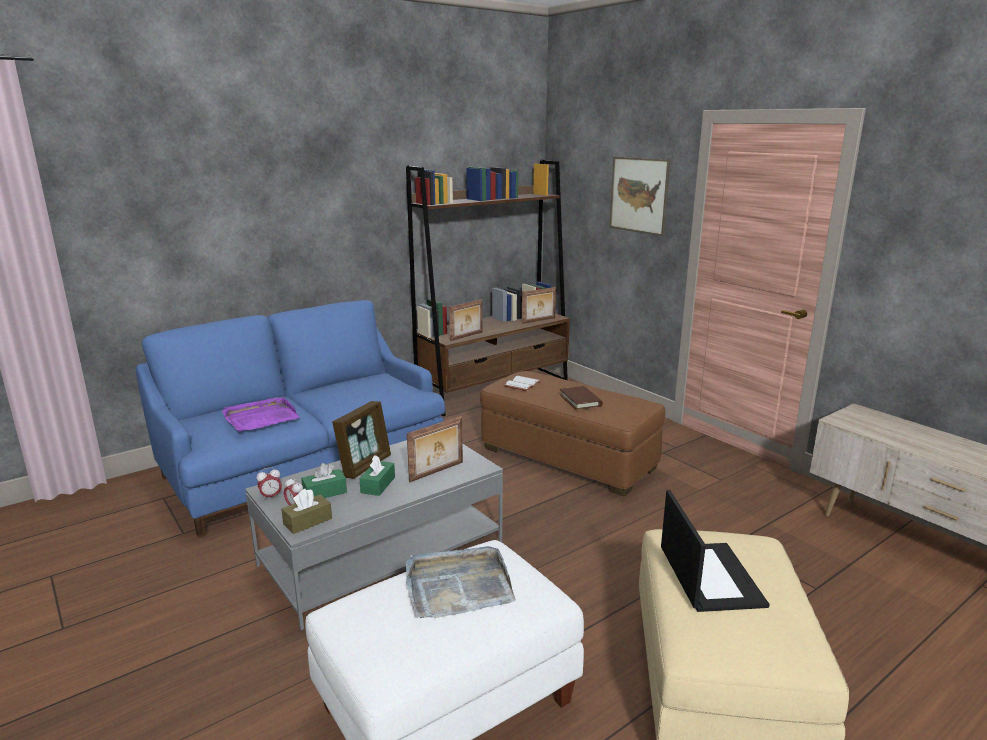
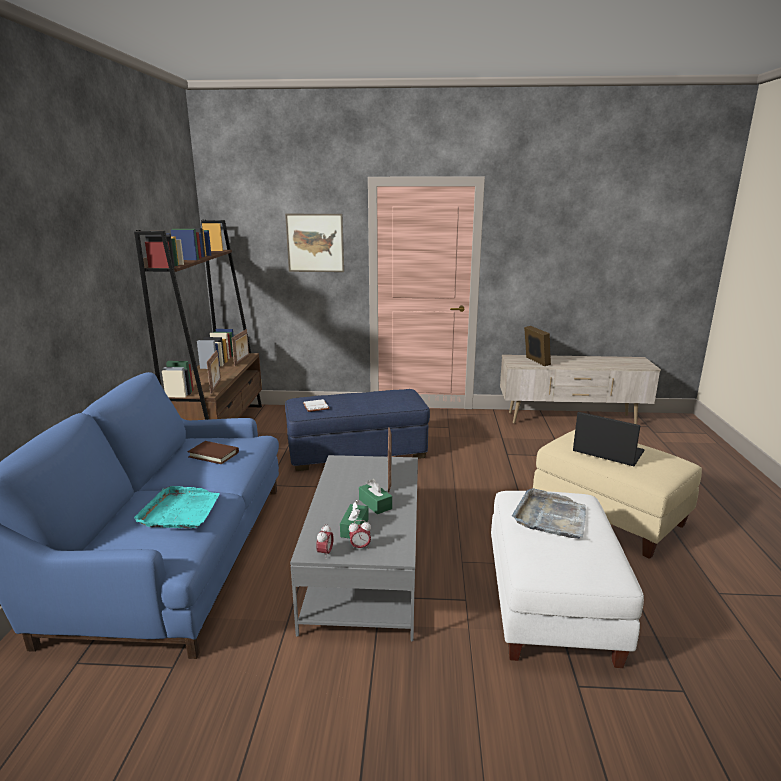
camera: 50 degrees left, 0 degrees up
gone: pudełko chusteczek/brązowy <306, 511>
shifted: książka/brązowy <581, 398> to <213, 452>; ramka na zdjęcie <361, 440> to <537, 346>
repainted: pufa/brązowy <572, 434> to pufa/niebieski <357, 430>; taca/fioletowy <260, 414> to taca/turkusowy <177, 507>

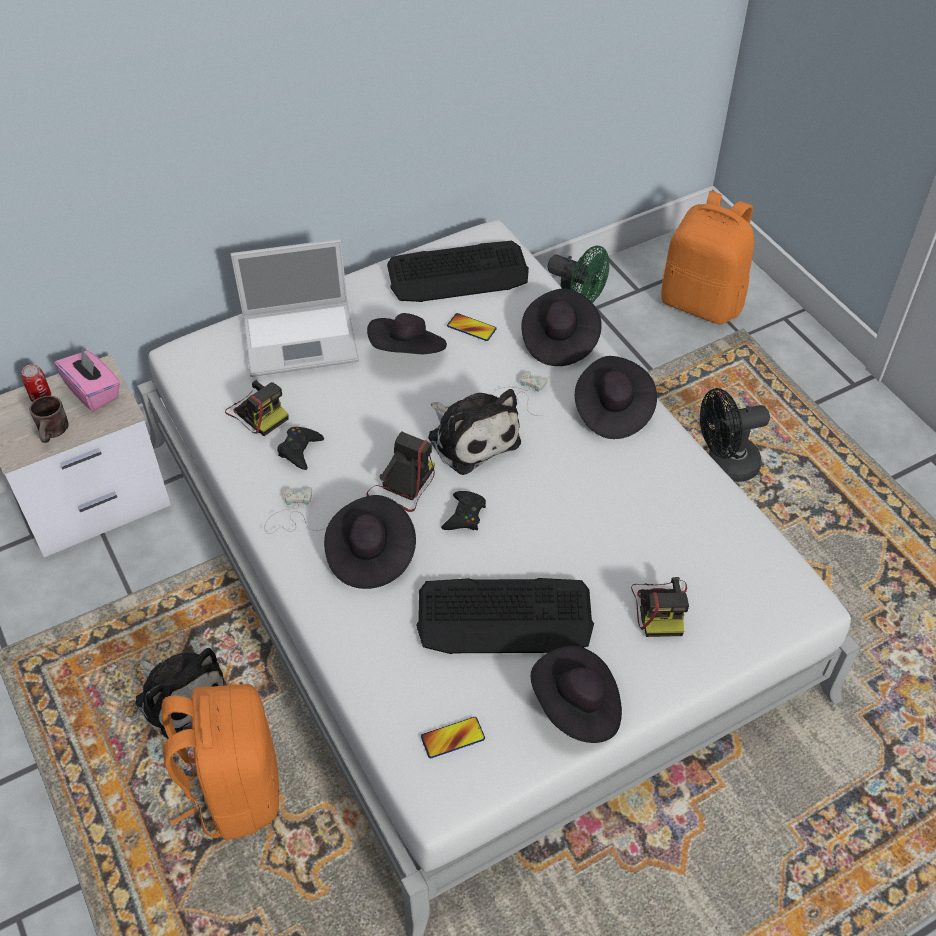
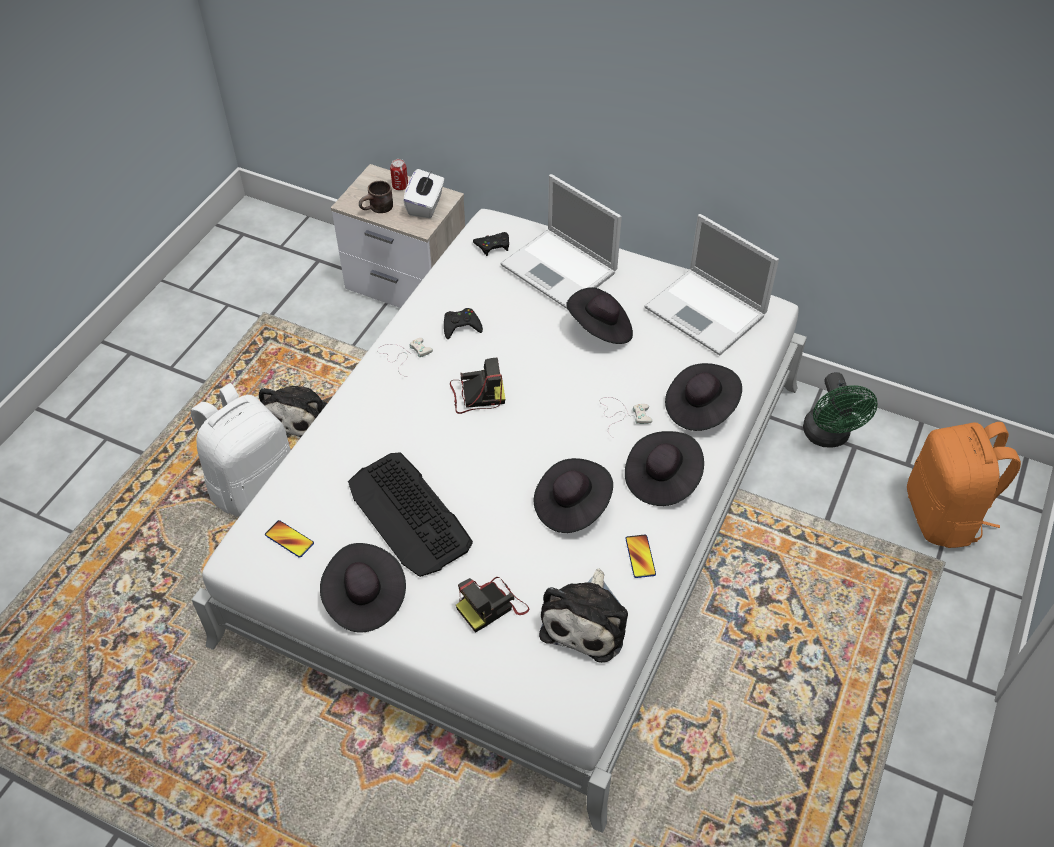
camera: 55 degrees right, 0 degrees up
gone: aparat fotograficzny <256, 408>; wentylator/czarny <735, 435>
shifted: telefon <472, 327> to <640, 556>; pluszak <474, 432> to <583, 615>; pad do gier/czarny <463, 510> to <491, 244>; kapelusz/czarny <370, 542> to <573, 495>
swapped: klawiatura <458, 271> to laptop <712, 284>
repainted: pudełko chusteczek/różowy <87, 380> to pudełko chusteczek/biały <423, 193>; plecak/pomarańczowy <221, 762> to plecak/biały <240, 450>

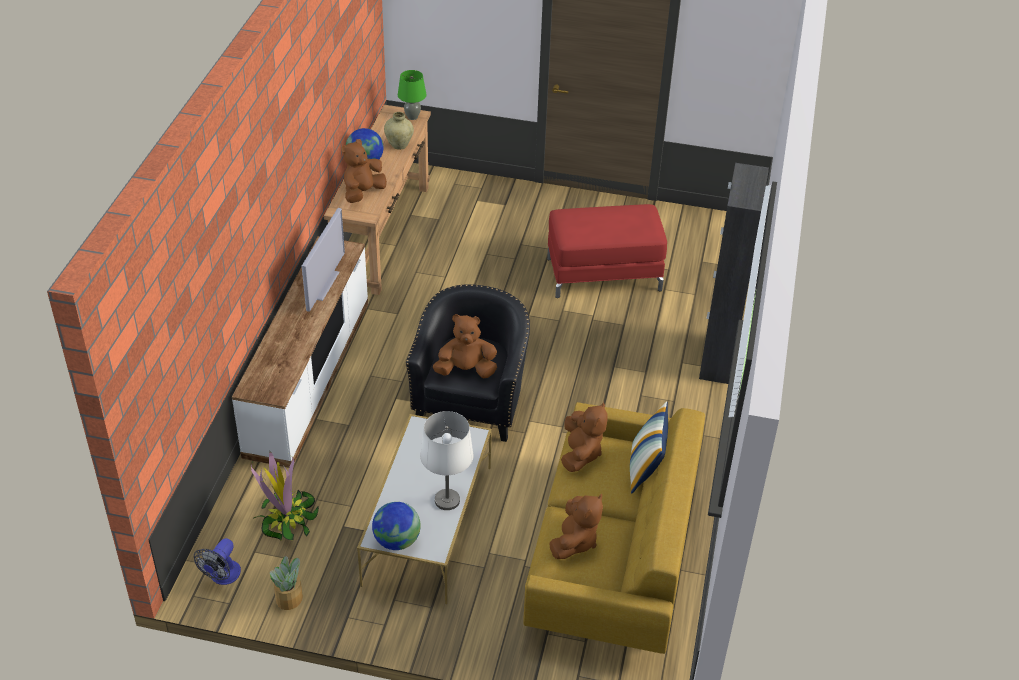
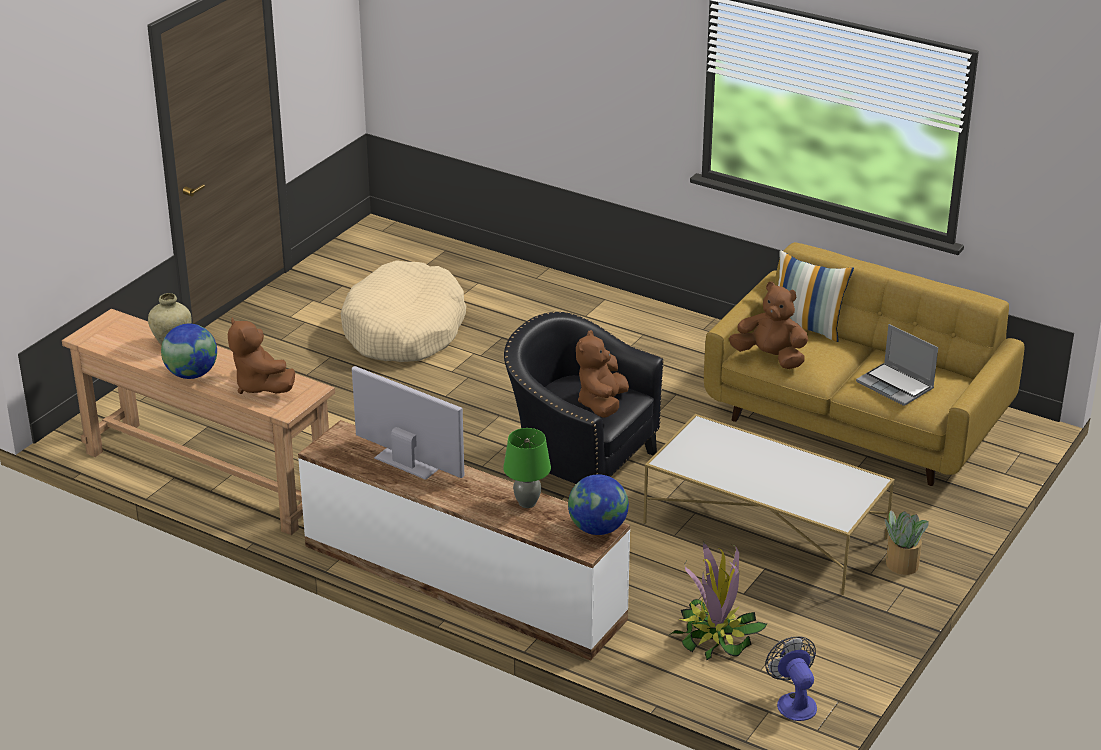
camera: 70 degrees left, 10 degrees down
gone: szafka/czarny <734, 273>; lampa stołowa/biały <447, 460>
shifted: lampa stołowa/zielony <412, 95> to <527, 468>; globus <396, 526> to <598, 504>; roślina doniczkowa <286, 583> to <907, 542>
swapped: pufa/czerwony <607, 251> to legowisko/beżowy <403, 311>; pluszak/brązowy <576, 526> to laptop <897, 365>
rotated: wentylator <217, 561> = <791, 678> 150 degrees counterclockwise

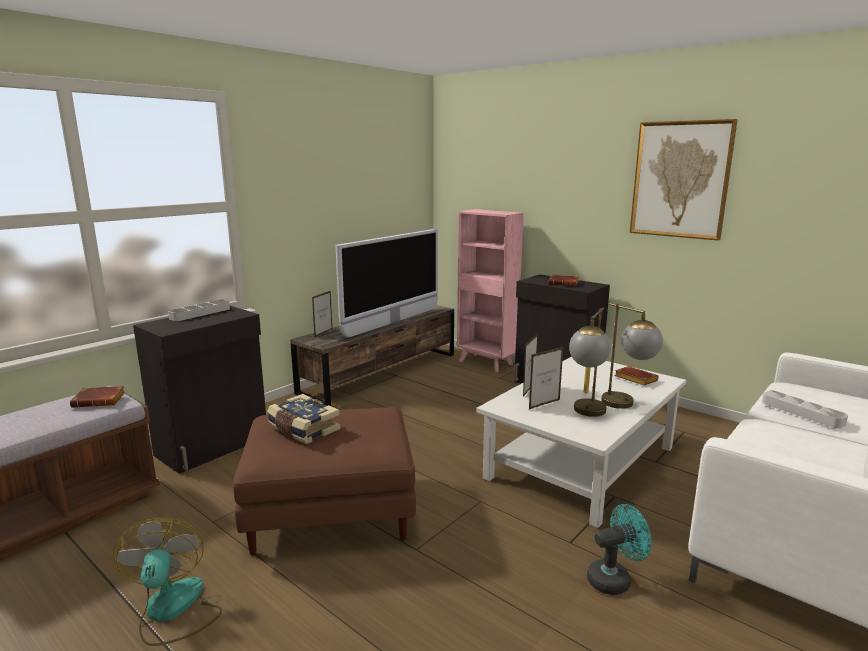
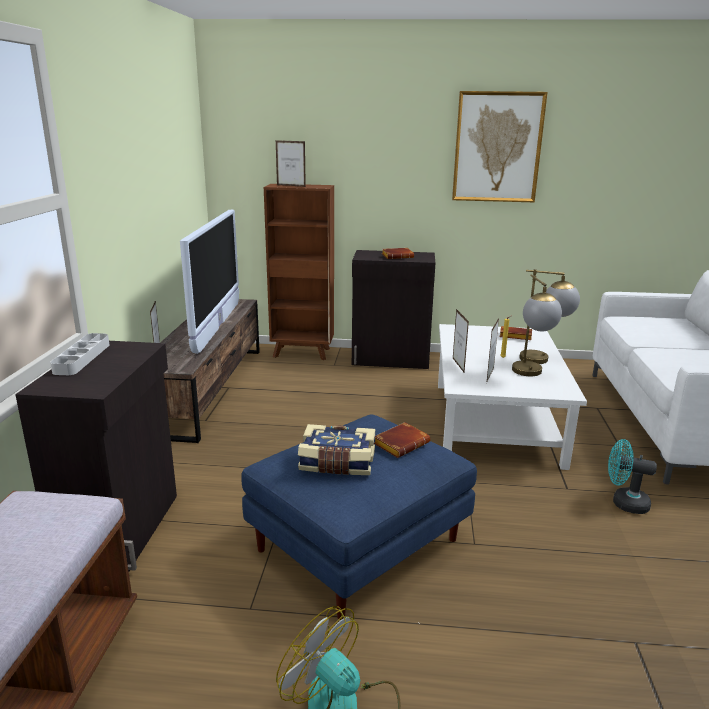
camera: 35 degrees left, 5 degrees up
gone: taca/szary <805, 409>
new: ramka na zdjęcie <291, 163>
shifted: książka/brązowy <97, 397> to <402, 440>
repainted: regał/różowy <490, 290> to regał/brązowy <299, 272>; pufa/brązowy <324, 481> to pufa/niebieski <359, 517>
rotated: wentylator/turkusowy <619, 549> = <632, 476> 105 degrees counterclockwise

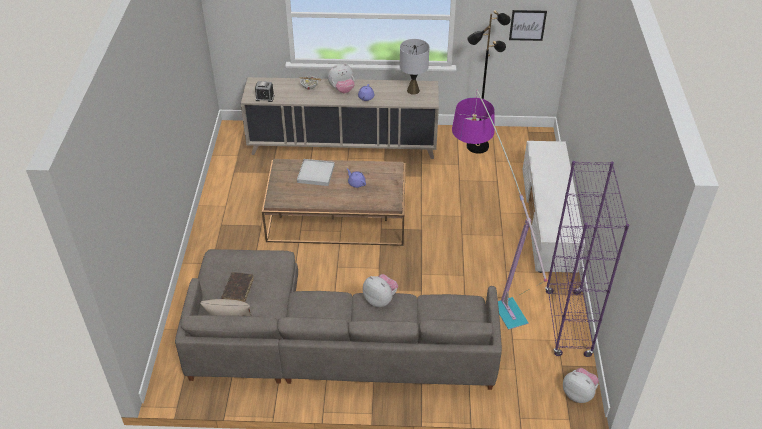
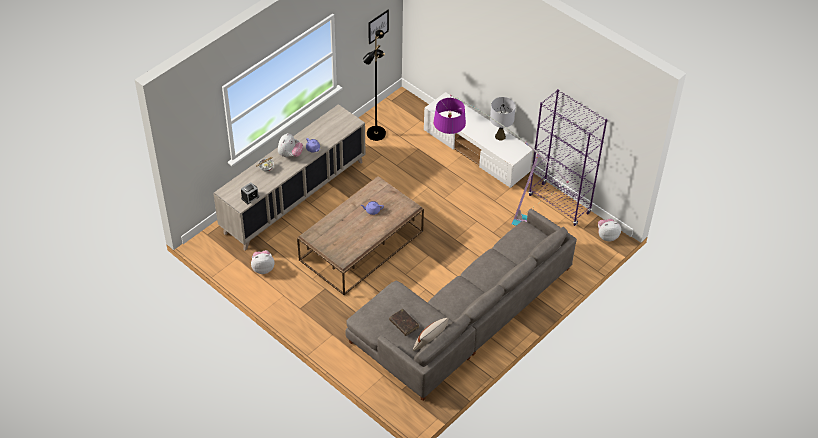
camera: 50 degrees left, 5 degrees up
gone: taca/biały <316, 172>
shifted: lampa stołowa/szary <414, 67> to <503, 118>; pluszak <380, 290> to <262, 262>

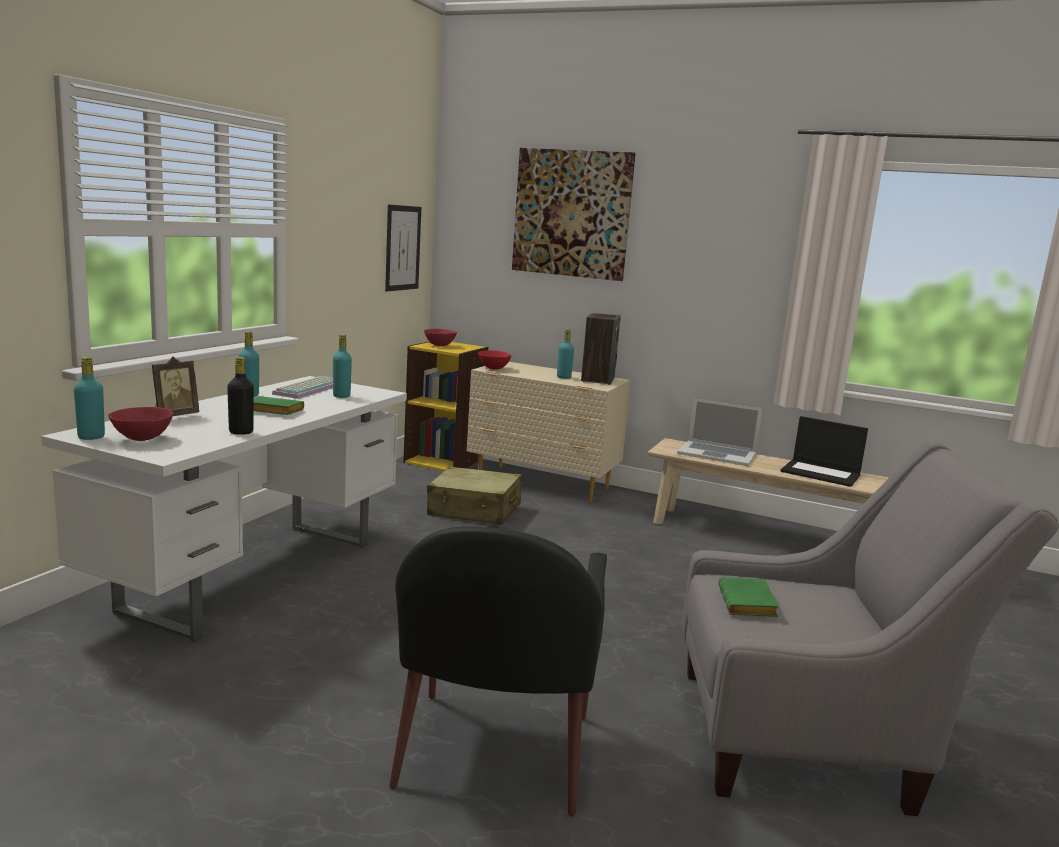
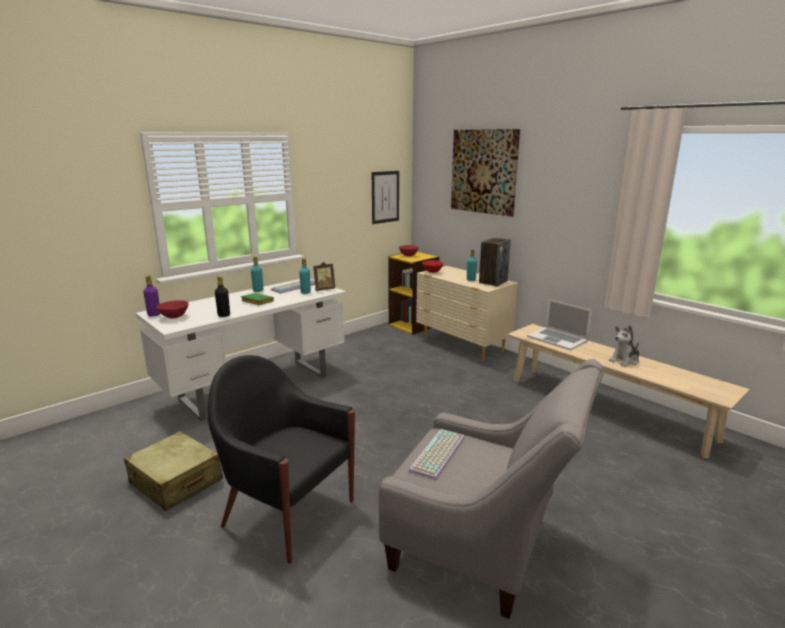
camera: 25 degrees right, 5 degrees up
shifted: ramka na zdjęcie <175, 386> to <324, 276>; walizka/beżowy <474, 495> to <173, 471>
swapped: laptop <824, 451> to pluszak <624, 346>; książka/zielony <748, 597> to klawiatura <437, 454>
repainted: butelka/turkusowy <89, 398> to butelka/fioletowy <152, 296>
rotated: fotel/czarny <498, 671> = <281, 459> 90 degrees clockwise

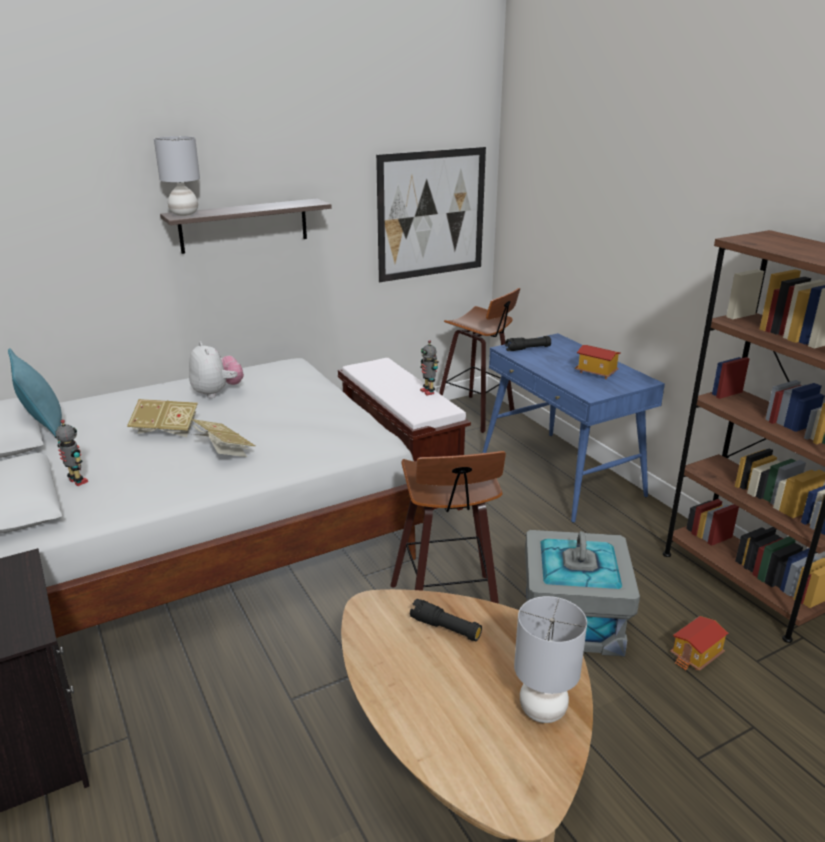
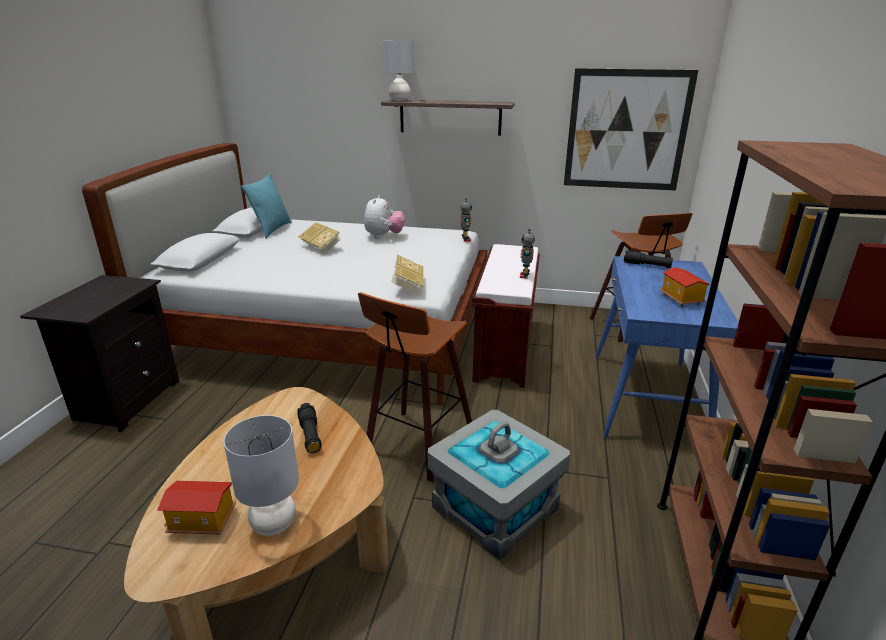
camera: 40 degrees right, 0 degrees up
shifted: robot zabawkowy <71, 452> to <466, 220>; książka <223, 438> to <407, 274>; domek <699, 643> to <196, 508>

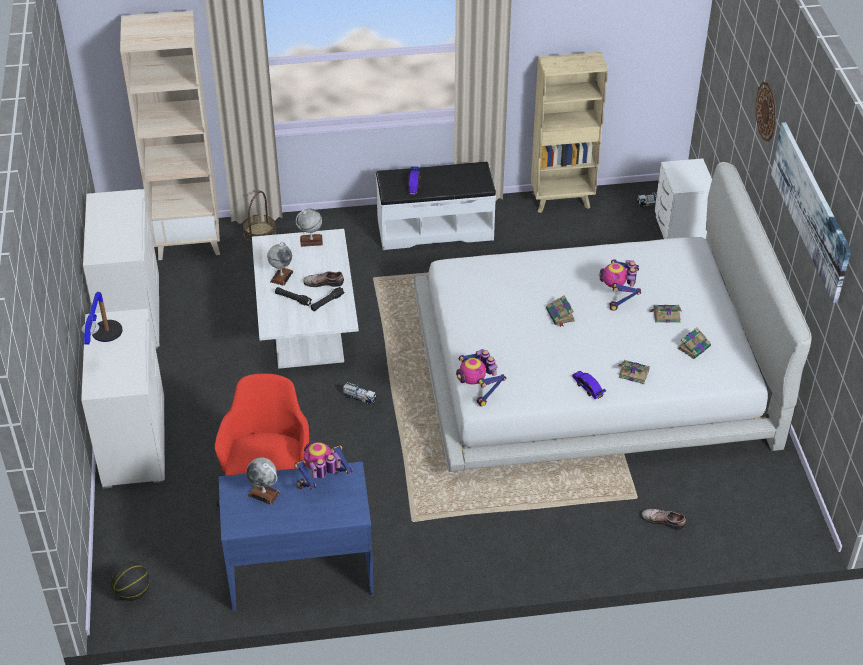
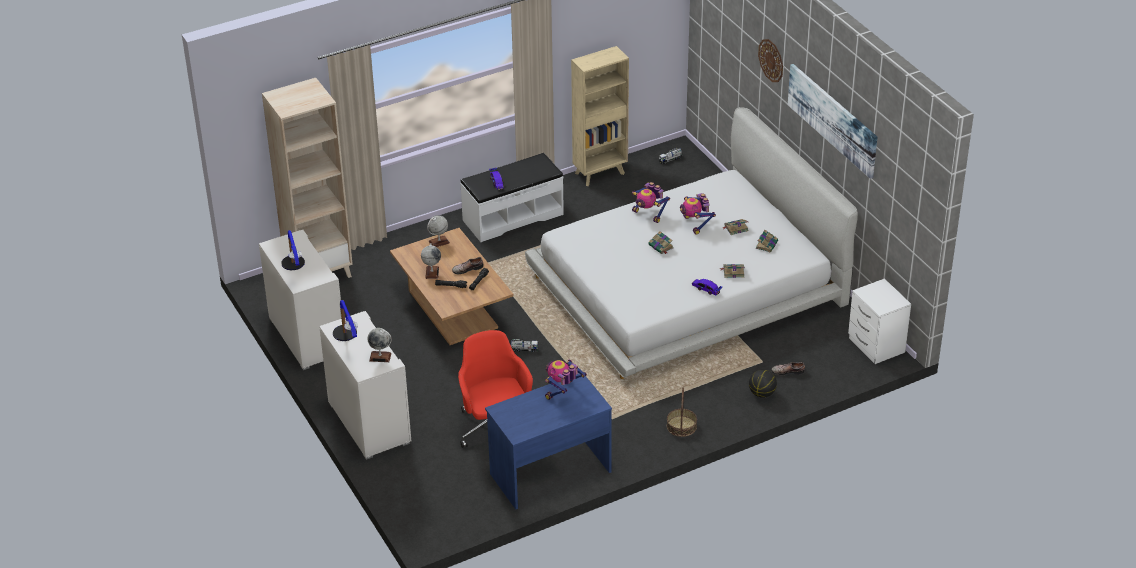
camera: 20 degrees left, 5 degrees down
new: lampa stołowa <293, 250>
shifted: szafka nocna/biały <683, 198> to <879, 321>; koszyk <259, 216> to <682, 412>; robot zabawkowy <481, 378> to <651, 202>; globus <263, 481> to <379, 345>; piłka do koszykówki <130, 581> to <763, 384>
repainted: ława/biały <305, 299> to ława/brązowy <451, 286>

